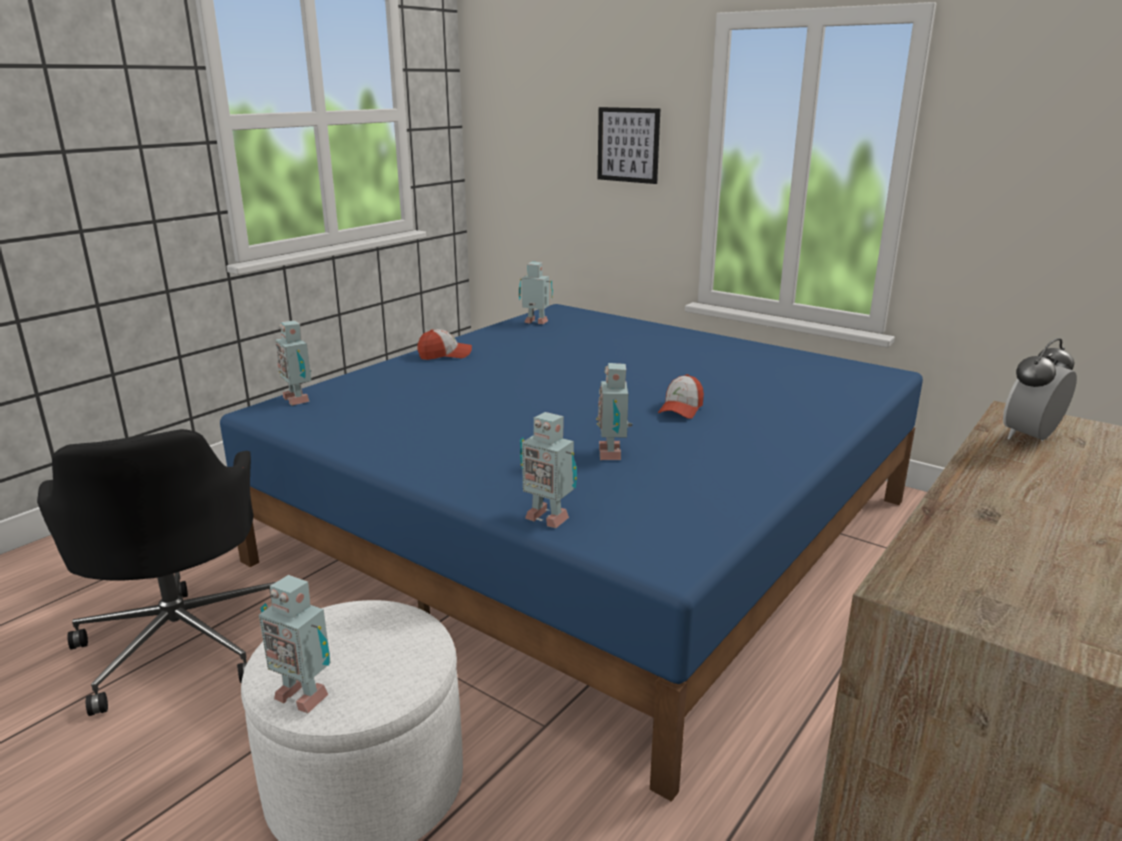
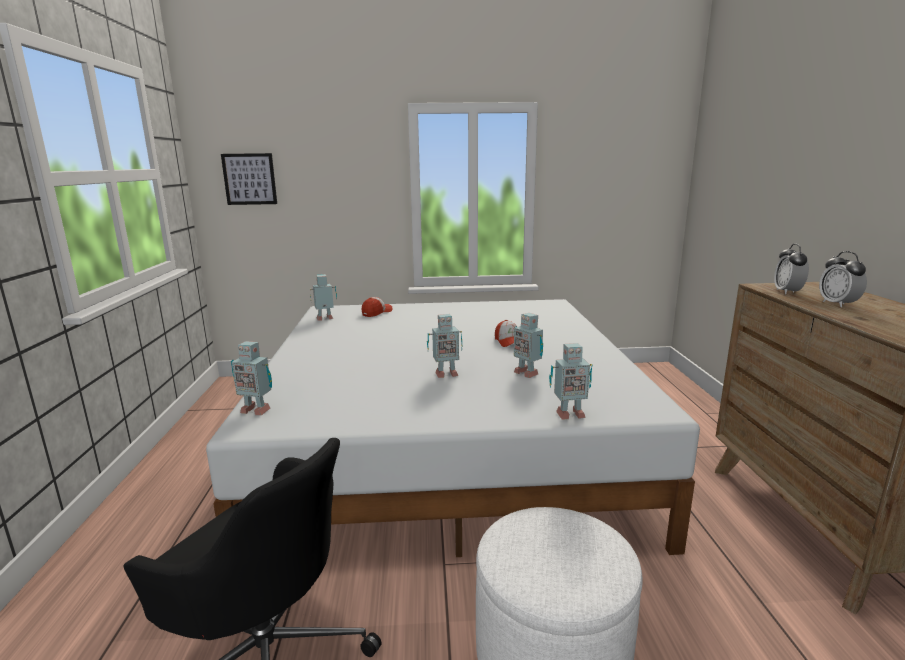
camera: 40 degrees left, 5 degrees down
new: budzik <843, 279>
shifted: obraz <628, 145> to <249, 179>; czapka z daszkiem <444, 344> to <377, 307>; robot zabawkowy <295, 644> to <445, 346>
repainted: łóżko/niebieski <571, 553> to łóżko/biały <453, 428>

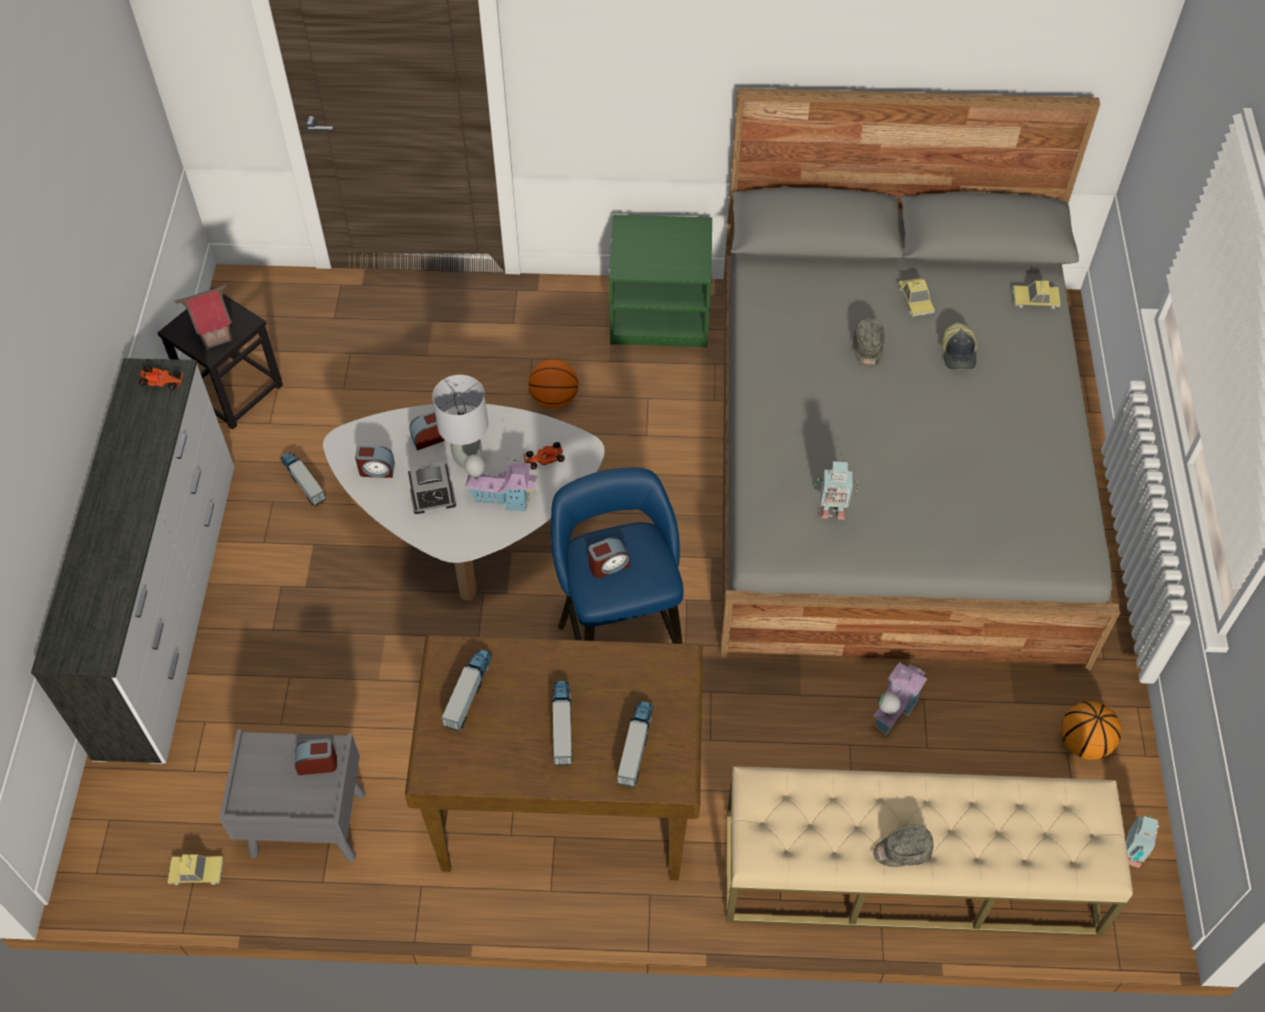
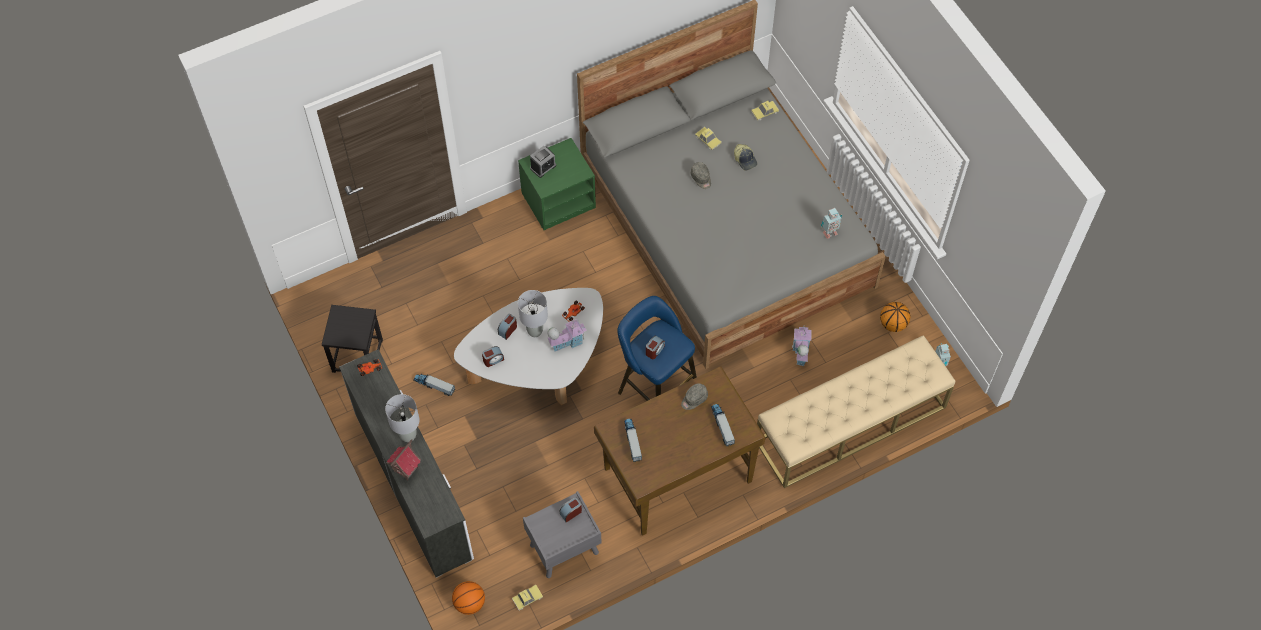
camera: 30 degrees left, 5 degrees up
gone: ciężarówka zabawkowa <562, 724>
new: lampa stołowa/szary <402, 418>
shifted: domek <203, 316> to <403, 459>; piłka do koszykówki <553, 384> to <468, 598>; budzik <432, 487> to <543, 162>; robot zabawkowy <836, 490> to <831, 223>; czapka z daszkiem/szary <903, 845> to <694, 396>

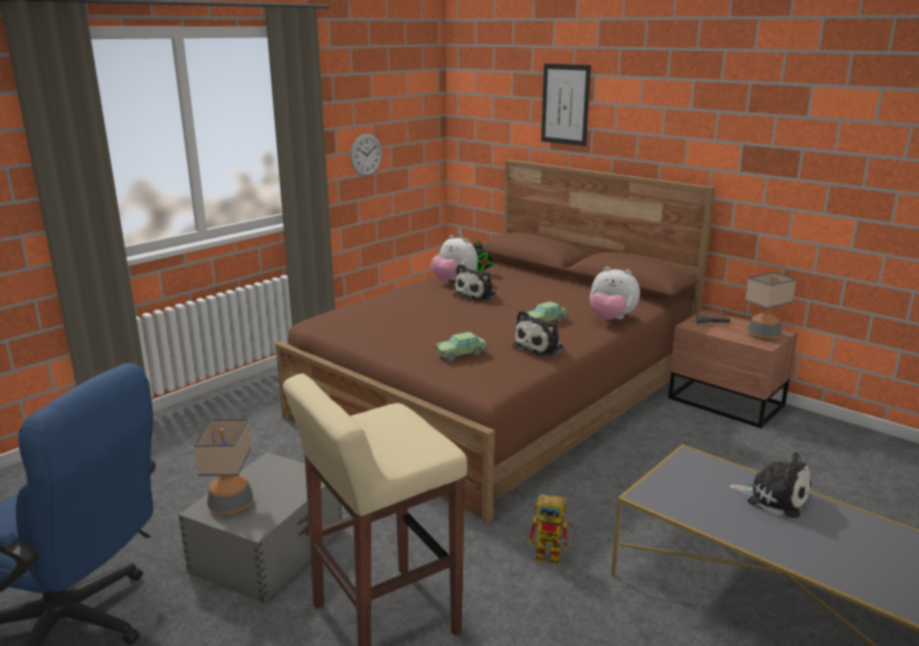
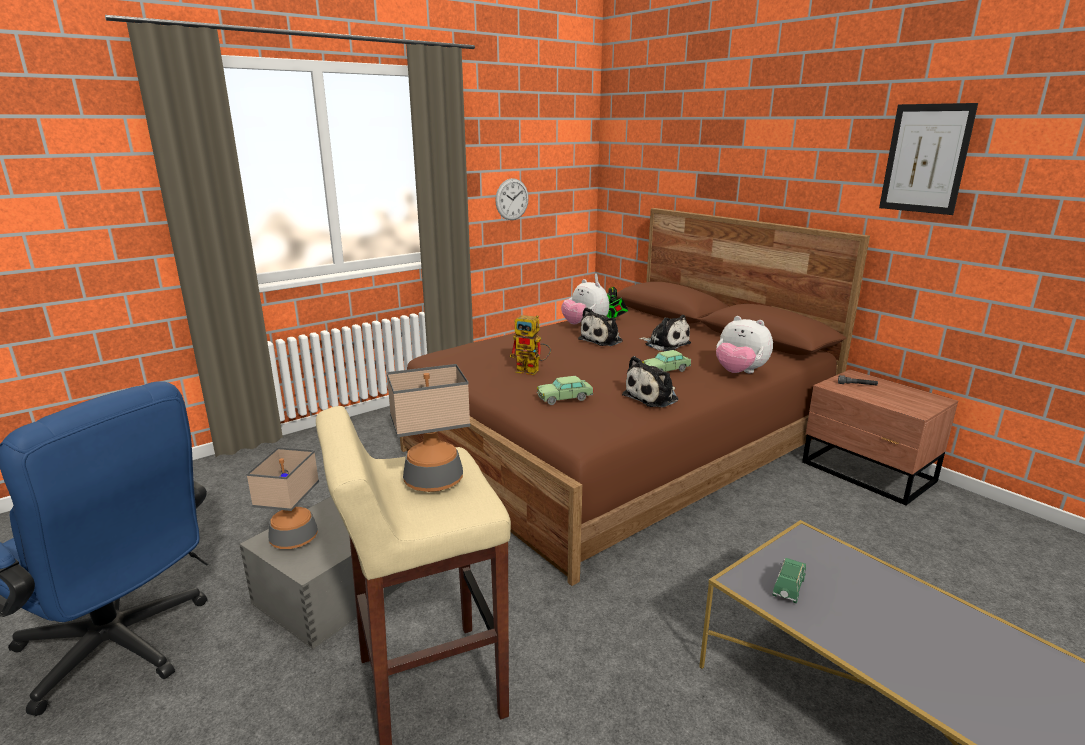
camera: 10 degrees right, 0 degrees up
new: samochodzik/zielony <789, 581>
shifted: obraz <566, 105> to <928, 159>; lampa stołowa <771, 306> to <428, 428>; pluszak <769, 485> to <665, 333>; robot zabawkowy <551, 529> to <530, 345>

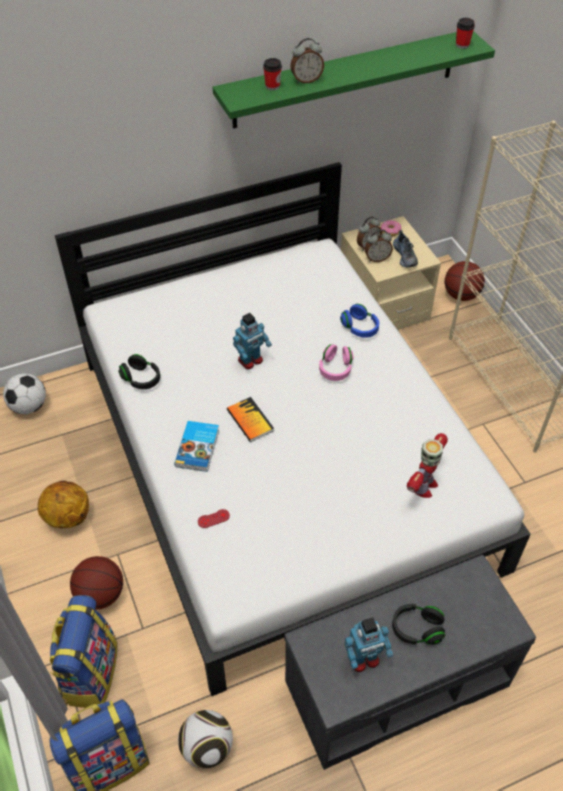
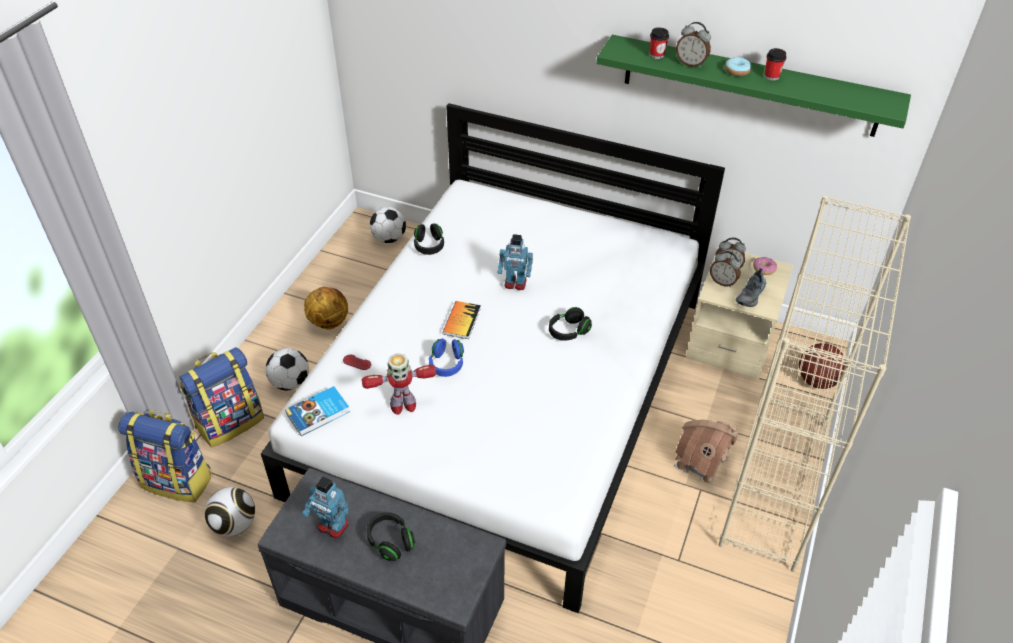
camera: 45 degrees right, 5 degrees down
new: donut <738, 66>; domek <706, 452>
shifted: filiżanka <465, 33> to <775, 64>; słuchawki/niebieski <359, 321> to <446, 358>; książka <196, 446> to <317, 411>; robot zabawkowy <427, 465> to <398, 384>
swapped: piłka do koszykówki <96, 583> to piłka futbolowa <287, 369>
repainted: słuchawki/różowy <336, 362> to słuchawki/czarny <570, 324>

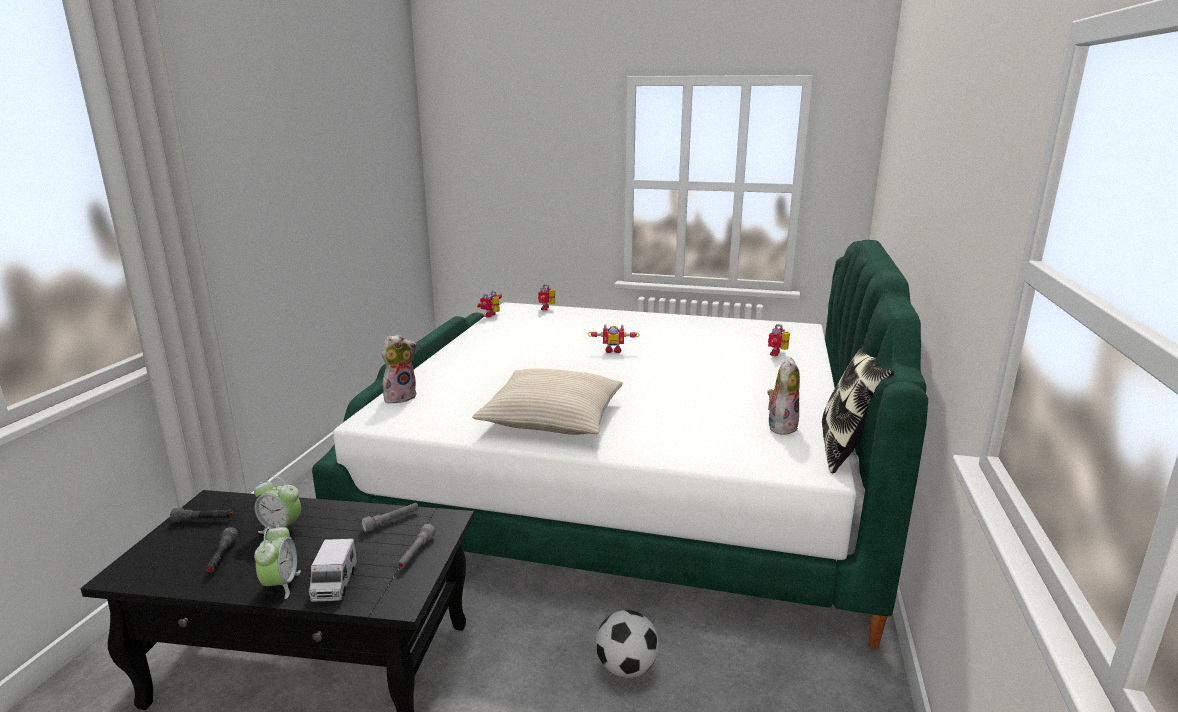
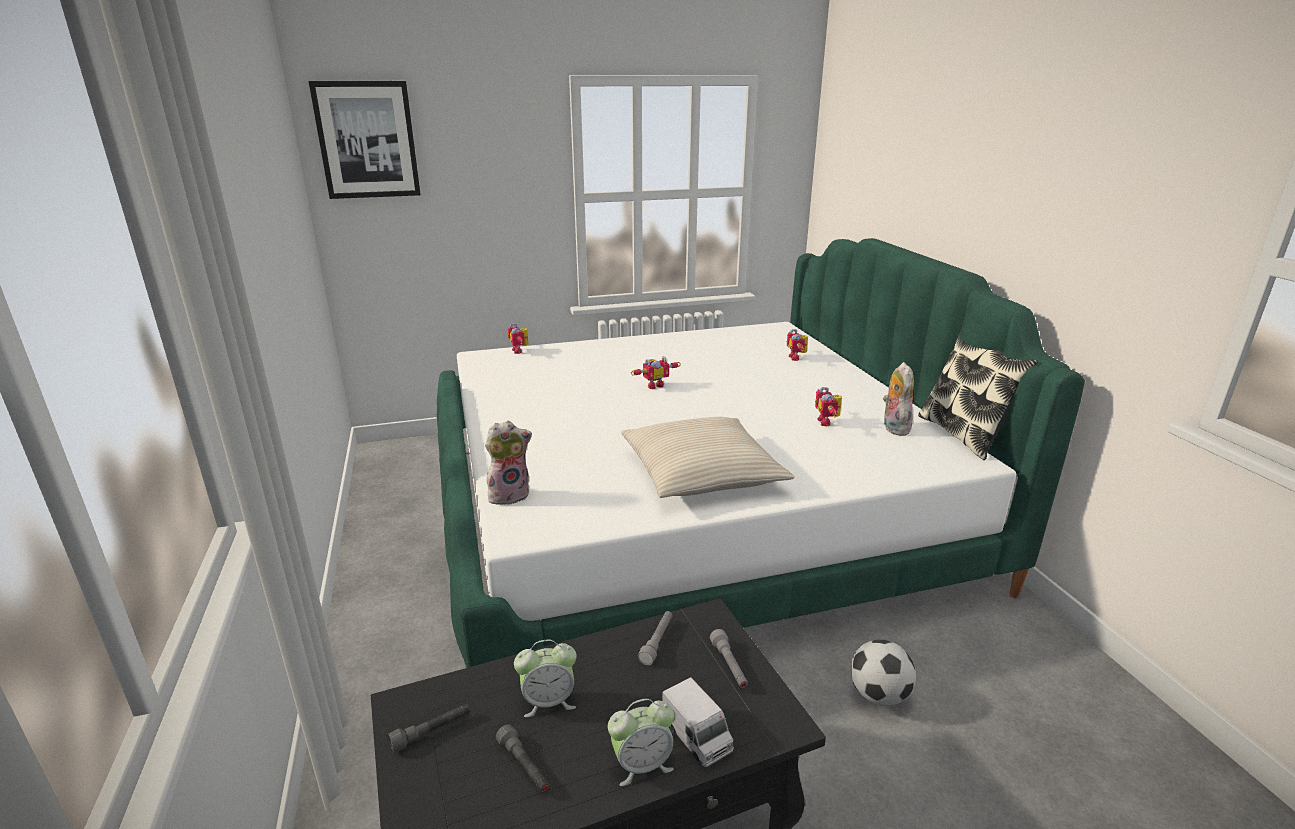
camera: 30 degrees left, 5 degrees up
new: obraz <365, 140>
shifted: robot zabawkowy <489, 304> to <828, 406>
rotated: pluszak <399, 368> = <508, 463> 45 degrees clockwise; budzik <277, 562> = <641, 742> 105 degrees clockwise

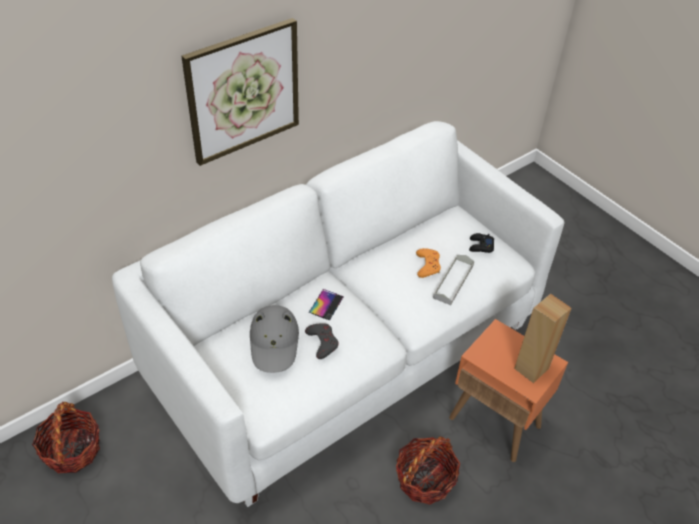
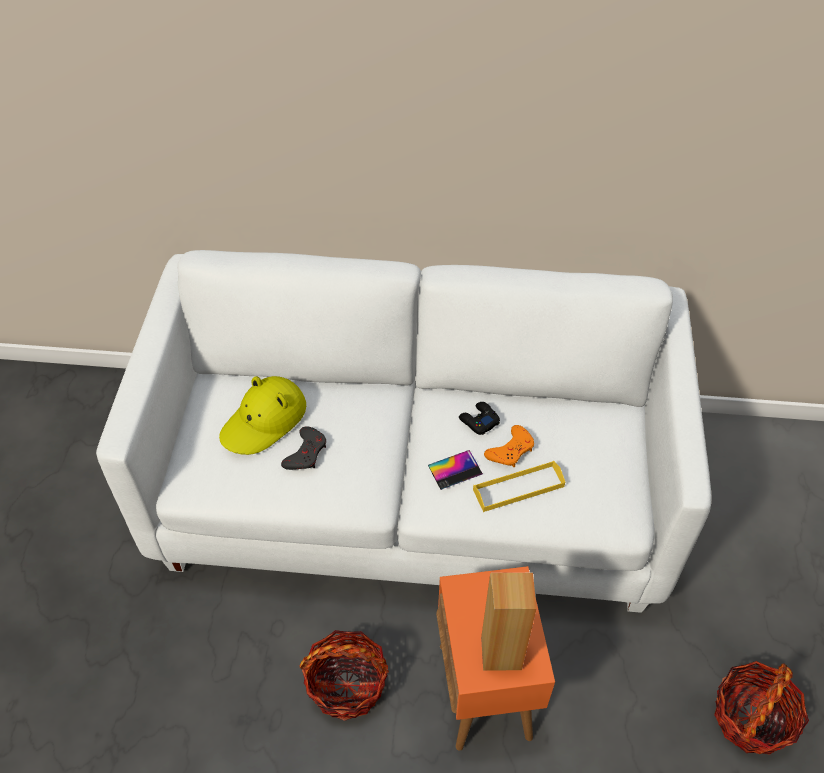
camera: 45 degrees right, 5 degrees up
gone: obraz <240, 92>
shifted: pad do gier/czarny <481, 243> to <479, 418>; telefon <326, 304> to <455, 470>; koszyk <66, 437> to <761, 708>
repainted: taca/szary <453, 280> to taca/żółty <519, 486>; kapelusz/szary <274, 339> to kapelusz/żółty <262, 415>

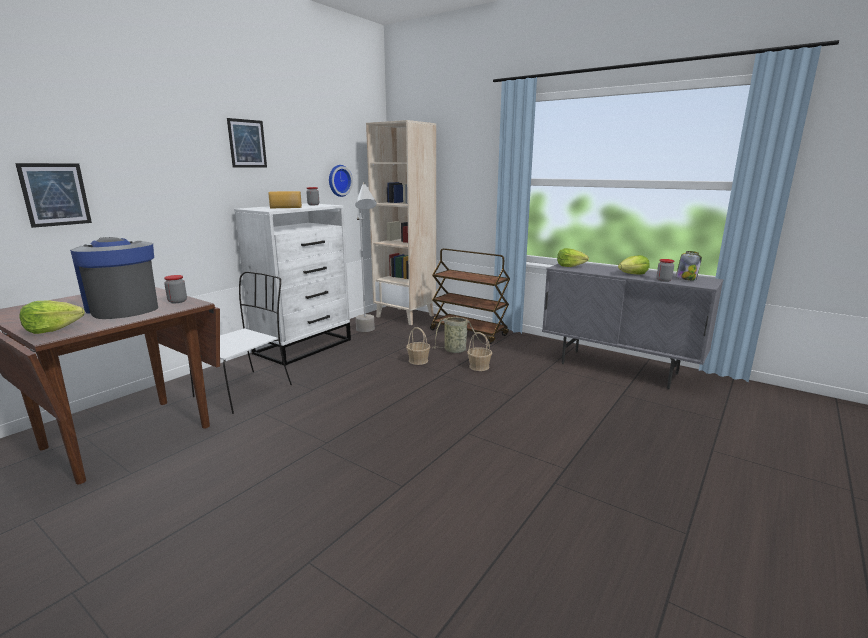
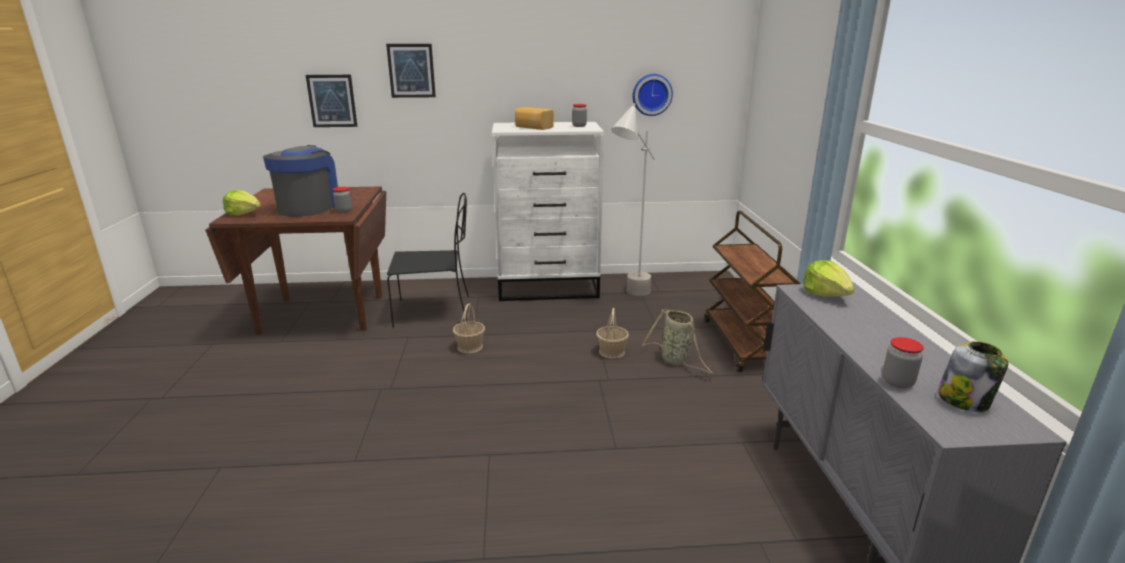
camera: 50 degrees right, 5 degrees up
gone: regał/beżowy <401, 222>; sałata <634, 264>
shifted: obraz <247, 143> to <411, 71>; koszyk <479, 351> to <469, 328>
repainted: krzesło/biały <240, 342> to krzesło/czarny <428, 260>

